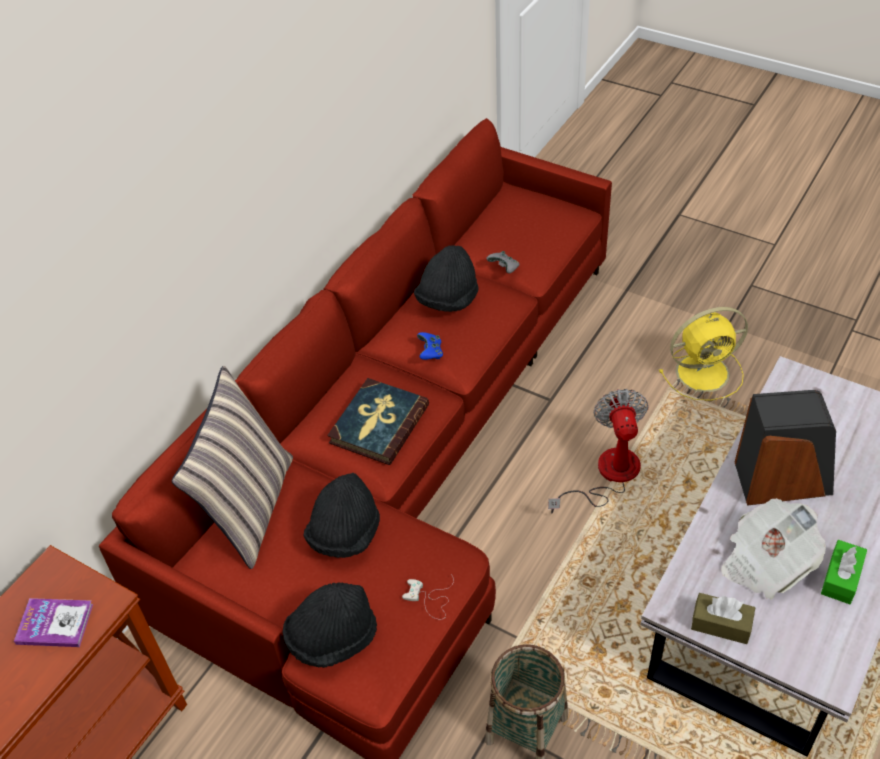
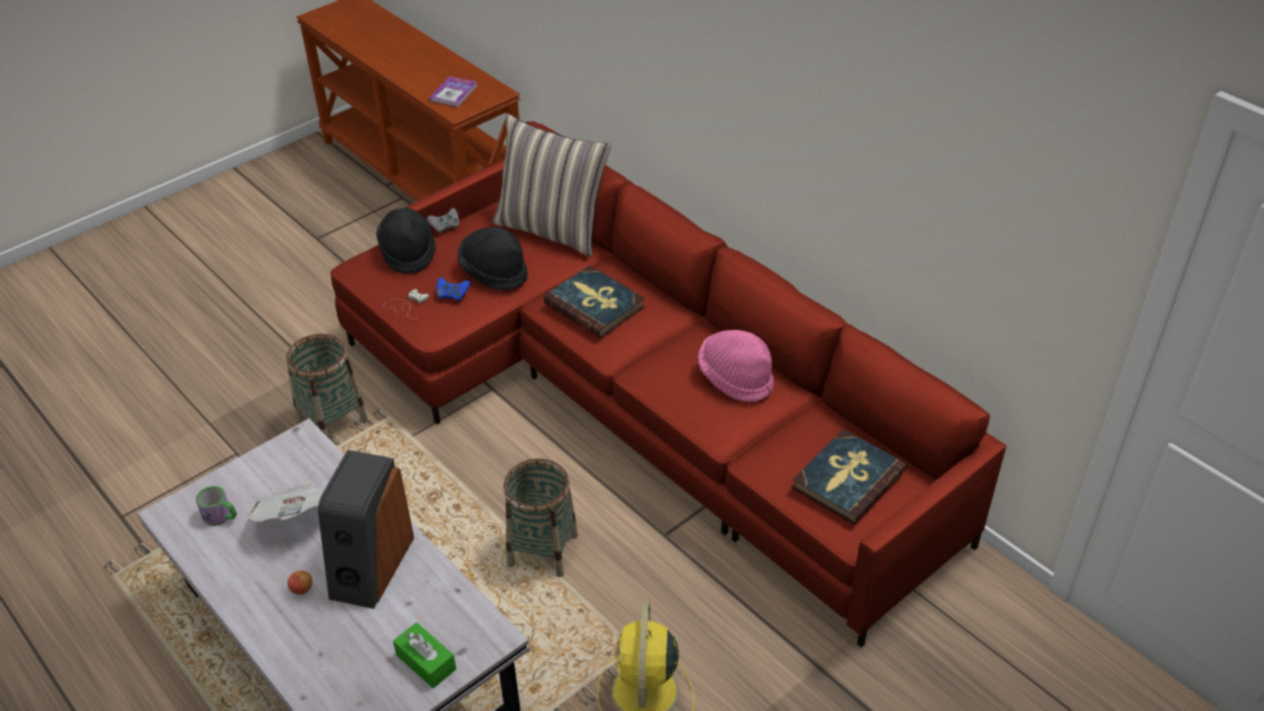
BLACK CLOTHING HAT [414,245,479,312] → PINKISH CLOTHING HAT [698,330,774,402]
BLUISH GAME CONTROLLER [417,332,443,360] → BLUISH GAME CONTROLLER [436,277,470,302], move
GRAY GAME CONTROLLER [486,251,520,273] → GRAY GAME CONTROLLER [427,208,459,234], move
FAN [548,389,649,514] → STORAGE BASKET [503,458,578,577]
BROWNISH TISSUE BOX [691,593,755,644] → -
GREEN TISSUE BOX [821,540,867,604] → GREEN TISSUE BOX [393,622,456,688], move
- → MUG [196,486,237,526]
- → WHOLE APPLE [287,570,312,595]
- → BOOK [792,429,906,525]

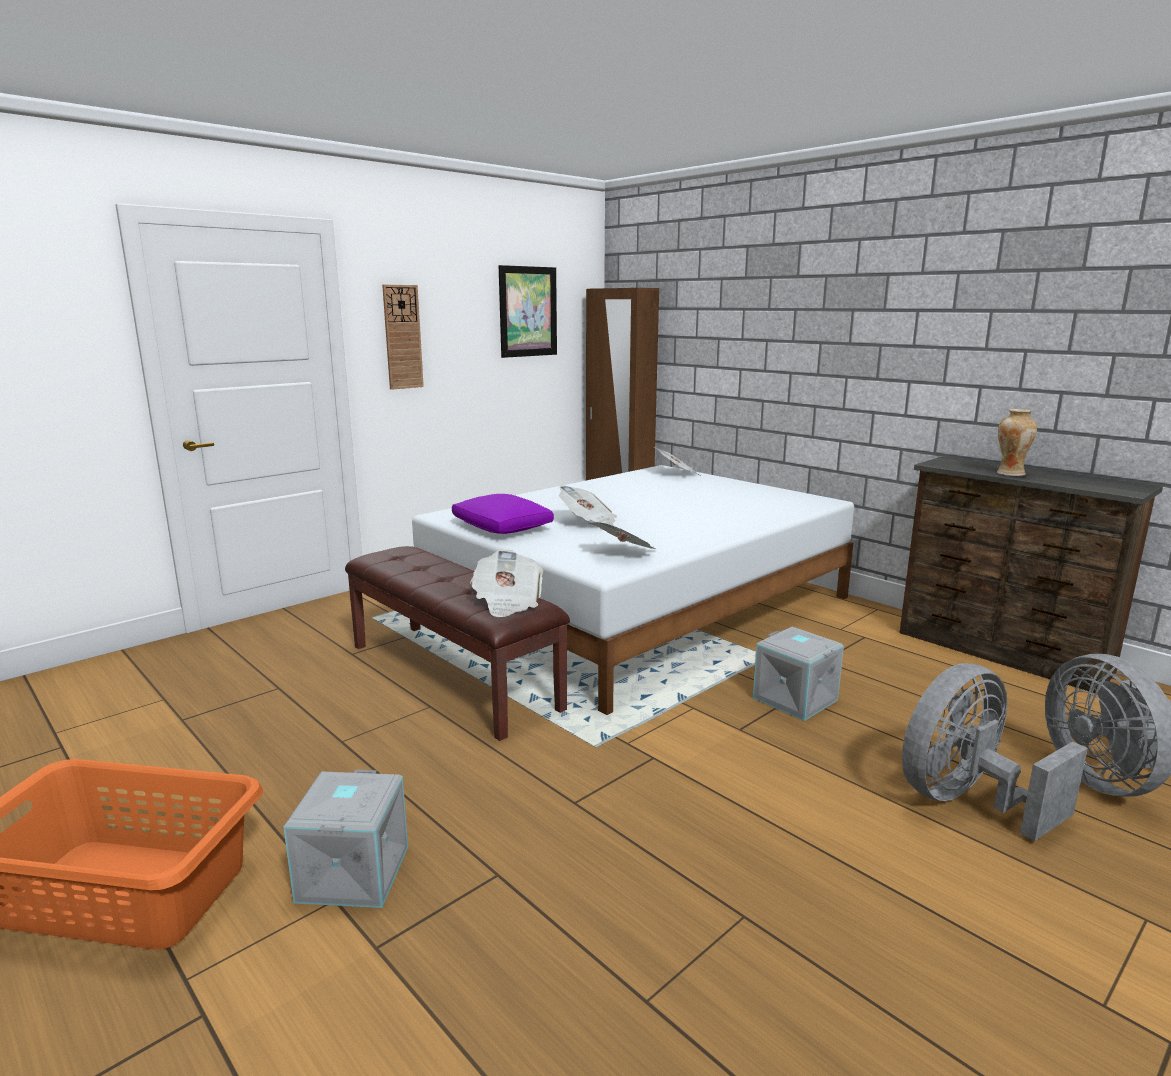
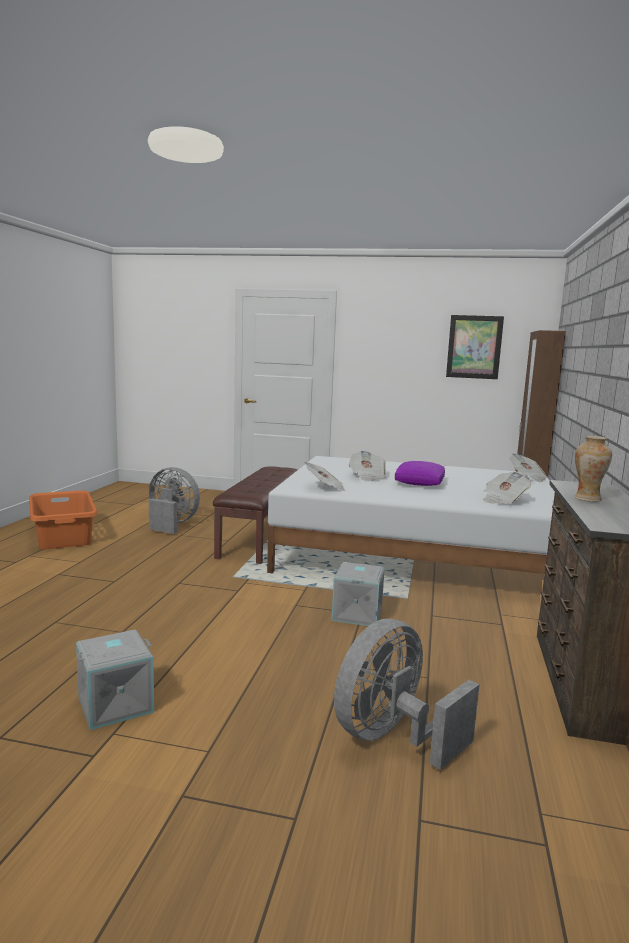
GRAY STORAGE BIN [283,769,408,908] → GRAY STORAGE BIN [76,629,154,730], move
WALL CLOCK [382,285,424,390] → -
PURPLE-COLOURED CUSHION [452,494,554,534] → PURPLE-COLOURED CUSHION [395,461,445,486], move
NEWSPAPER [470,550,543,617] → NEWSPAPER [483,472,531,504], move
GRAY FAN [902,663,1088,841] → GRAY FAN [149,467,200,534], move

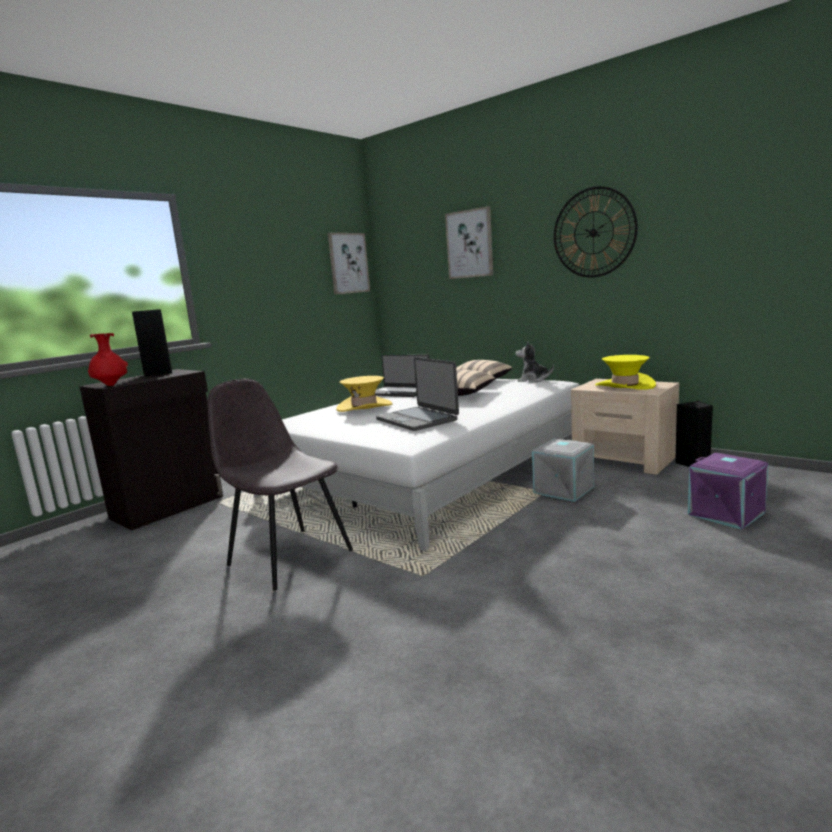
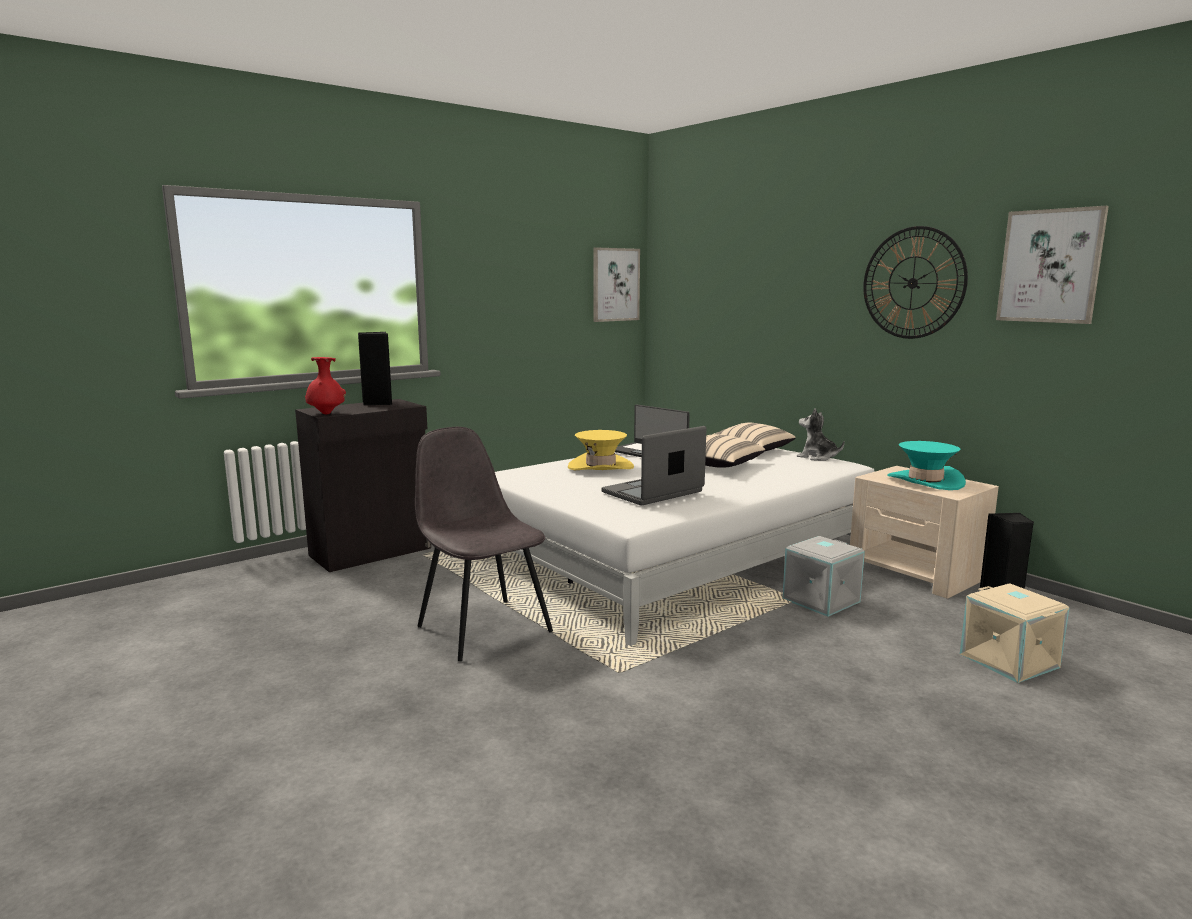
NOTEBOOK COMPUTER [376,357,459,431] → NOTEBOOK COMPUTER [601,426,706,505], 75 degrees clockwise
WALL PICTURE [445,206,493,279] → WALL PICTURE [996,206,1109,324], move
YELLOWISH CLOTHING HAT [595,355,656,390] → TURQUOISE CLOTHING HAT [887,441,966,490]
PURPLE-COLOURED STORAGE BIN [688,453,769,530] → BEIGE-COLOURED STORAGE BIN [960,583,1070,683]

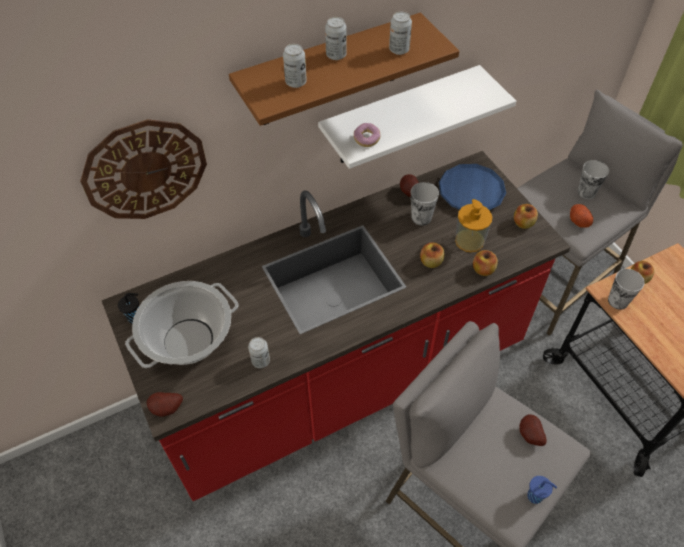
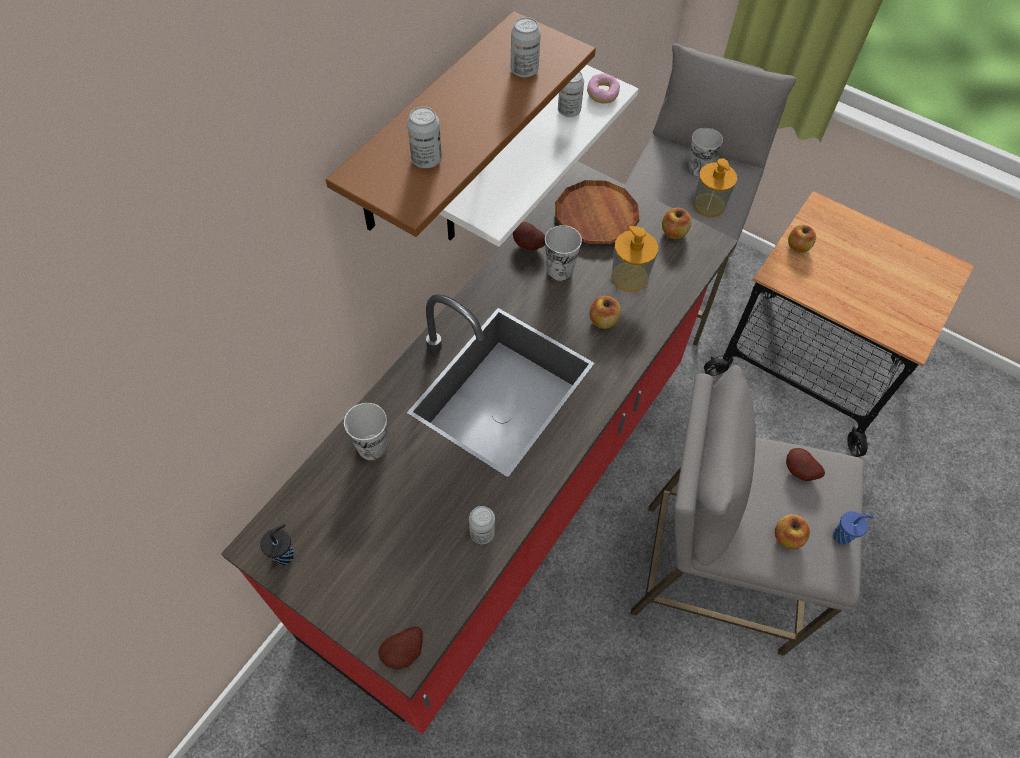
WALL CLOCK [80,119,207,219] → -
COOKING POT [125,281,239,368] → -
SEALED CAN [325,17,347,60] → SEALED CAN [558,72,584,117], move
DOUGHNUT [354,123,380,147] → DOUGHNUT [587,73,620,104], move
BLUISH FLAT DISH [439,164,506,210] → BROWNISH FLAT DISH [555,180,640,244]
WHOLE APPLE [473,250,498,276] → WHOLE APPLE [775,515,810,549], move
SPUD [570,204,593,228] → LIQUID SOAP BOTTLE [693,158,737,217]
DRINKING CUP [608,269,645,310] → DRINKING CUP [344,403,387,461], move

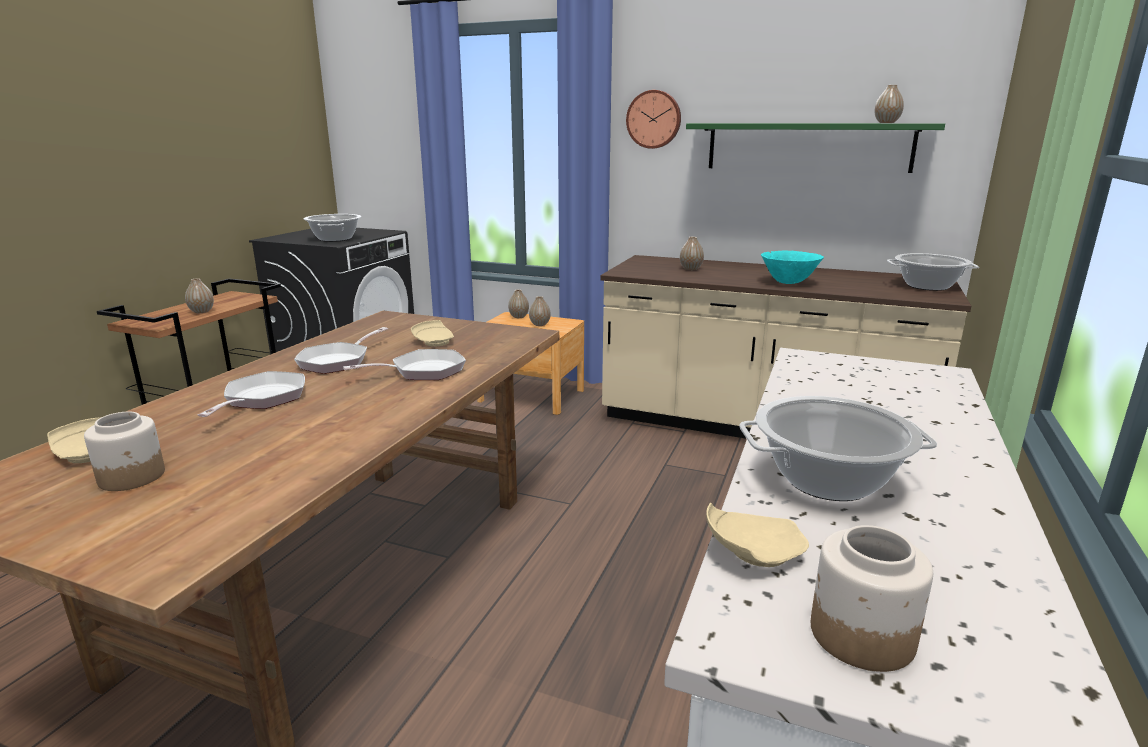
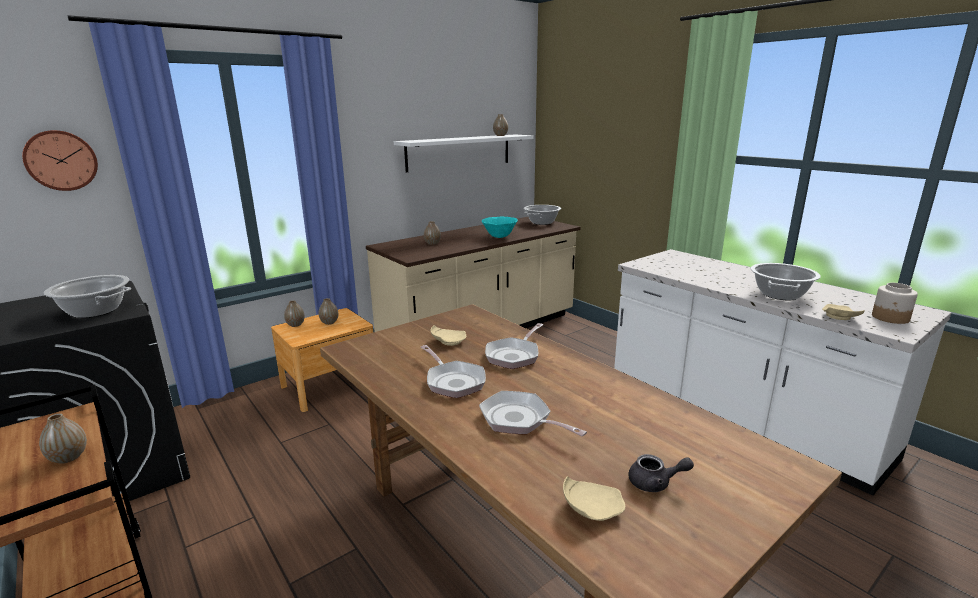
STORAGE JAR [84,411,165,491] → GRAY TEA POT [629,454,694,492]
PAN [343,349,466,380] → PAN [485,323,543,369], 150 degrees counterclockwise
WALL CLOCK [626,90,681,149] → WALL CLOCK [22,130,98,191], move
GREEN WALL SHELF [686,123,945,173] → WHITE WALL SHELF [394,134,533,172]

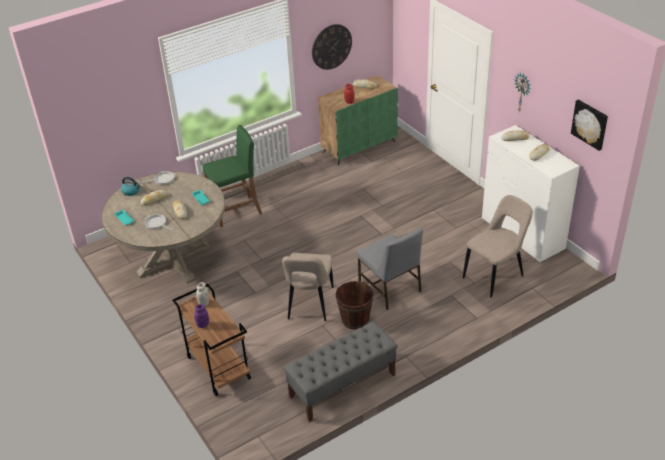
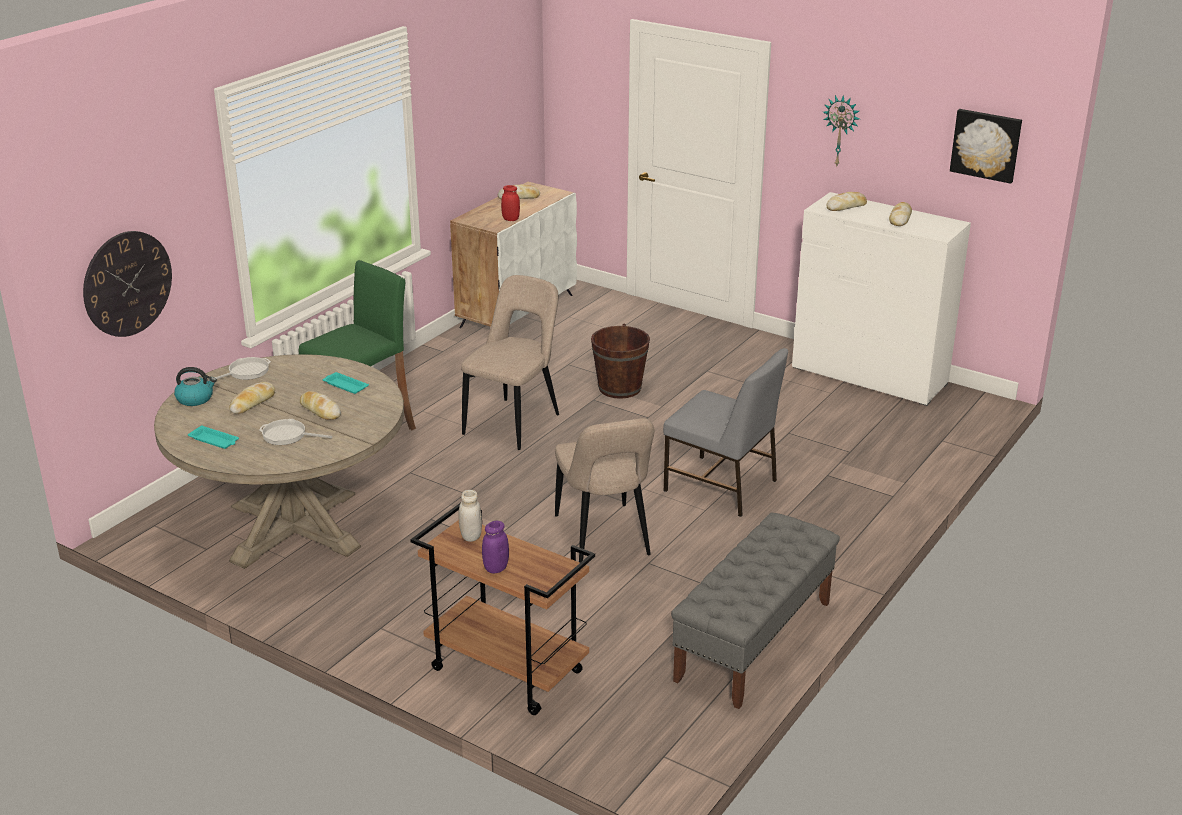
WALL CLOCK [312,24,352,70] → WALL CLOCK [83,231,172,337], move
GREEN CUPBOARD [318,75,398,165] → WHITE CUPBOARD [450,182,577,328]
BROWNISH BUCKET [336,281,374,330] → BROWNISH BUCKET [591,324,650,399], move
BEIGE-COLOURED UPRIGHT CHAIR [463,195,533,298] → BEIGE-COLOURED UPRIGHT CHAIR [461,275,559,450], move

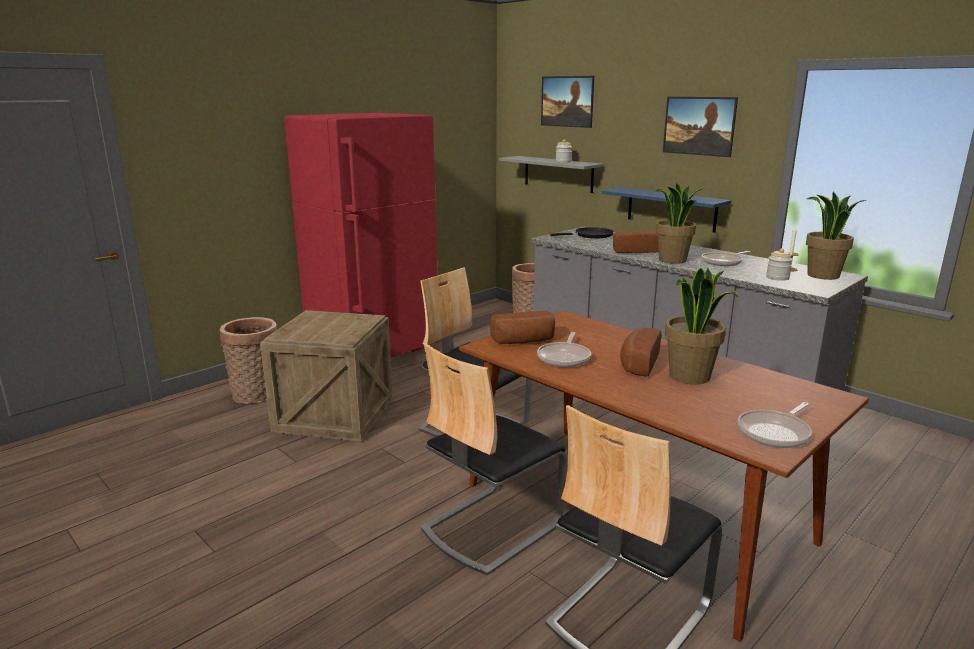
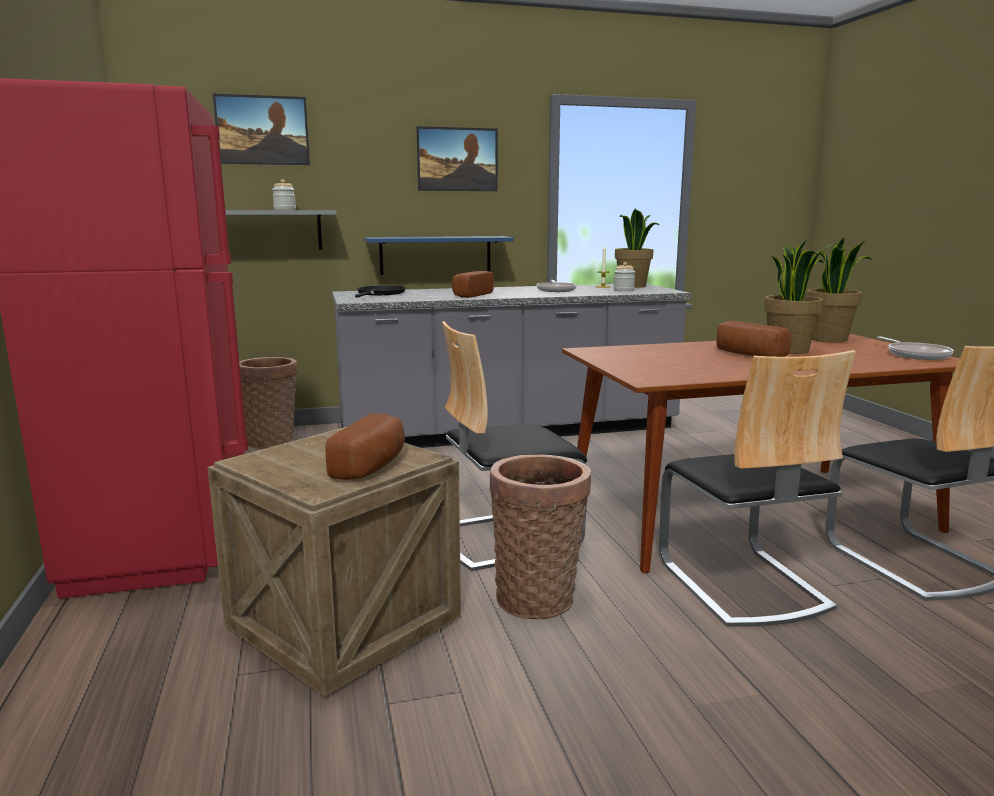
STORAGE BASKET [220,317,277,404] → STORAGE BASKET [490,455,591,620], move
BAKERY BREAD [490,311,555,344] → BAKERY BREAD [325,414,405,480], move
PAN [537,332,591,367] → -
PLANT IN A POT [655,183,702,264] → PLANT IN A POT [806,238,872,343], move

